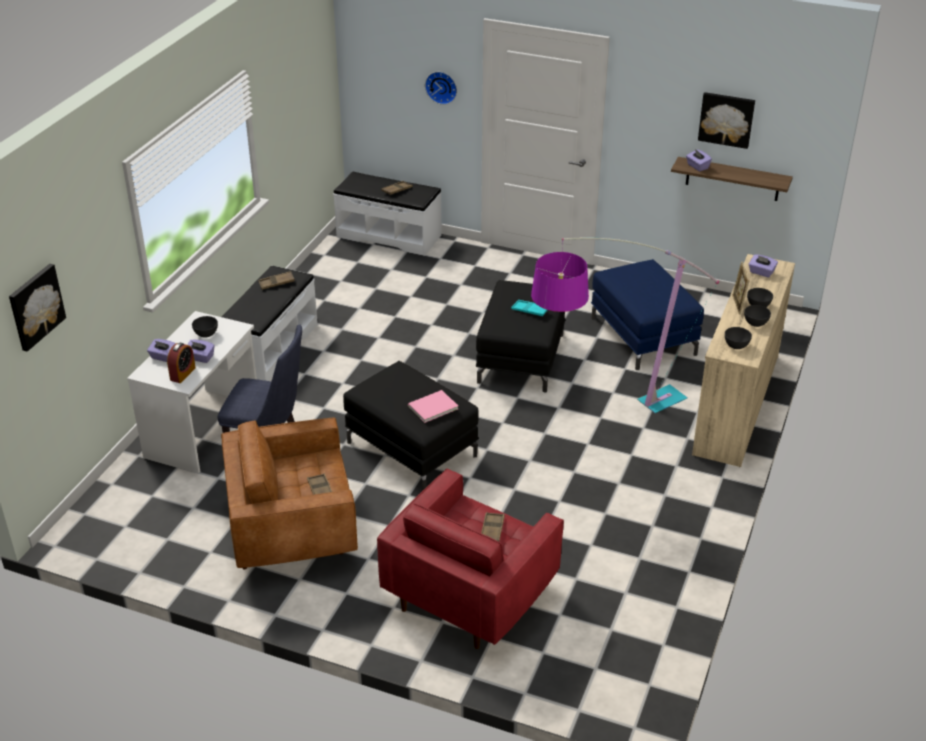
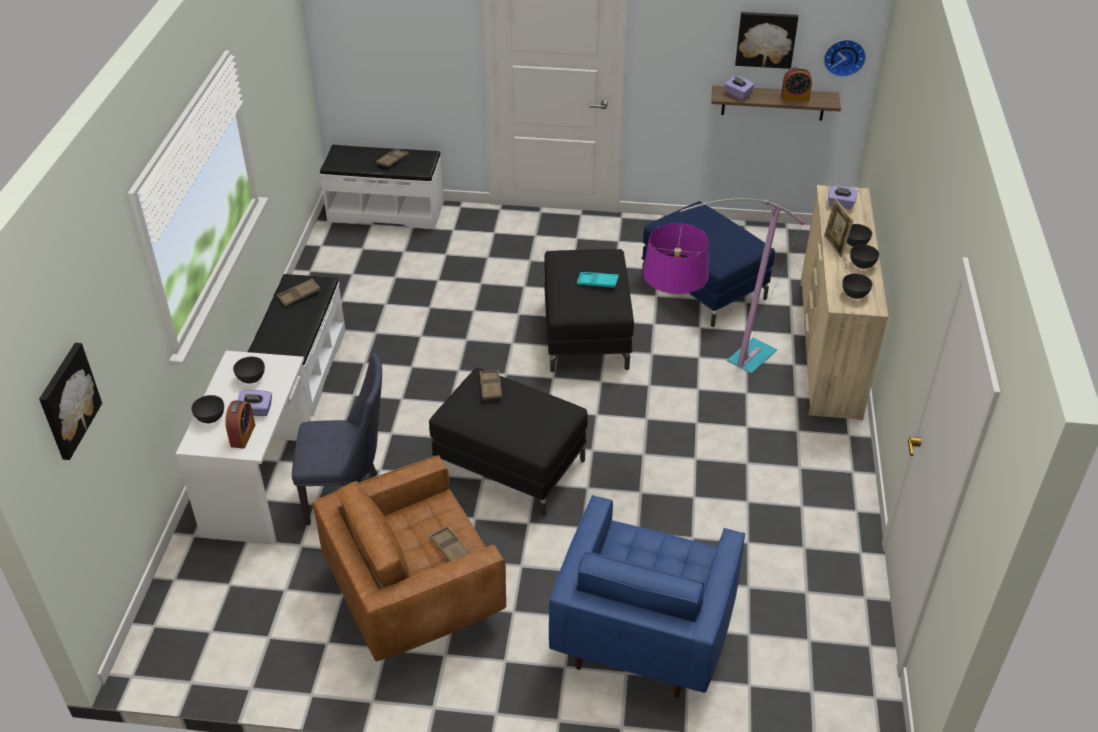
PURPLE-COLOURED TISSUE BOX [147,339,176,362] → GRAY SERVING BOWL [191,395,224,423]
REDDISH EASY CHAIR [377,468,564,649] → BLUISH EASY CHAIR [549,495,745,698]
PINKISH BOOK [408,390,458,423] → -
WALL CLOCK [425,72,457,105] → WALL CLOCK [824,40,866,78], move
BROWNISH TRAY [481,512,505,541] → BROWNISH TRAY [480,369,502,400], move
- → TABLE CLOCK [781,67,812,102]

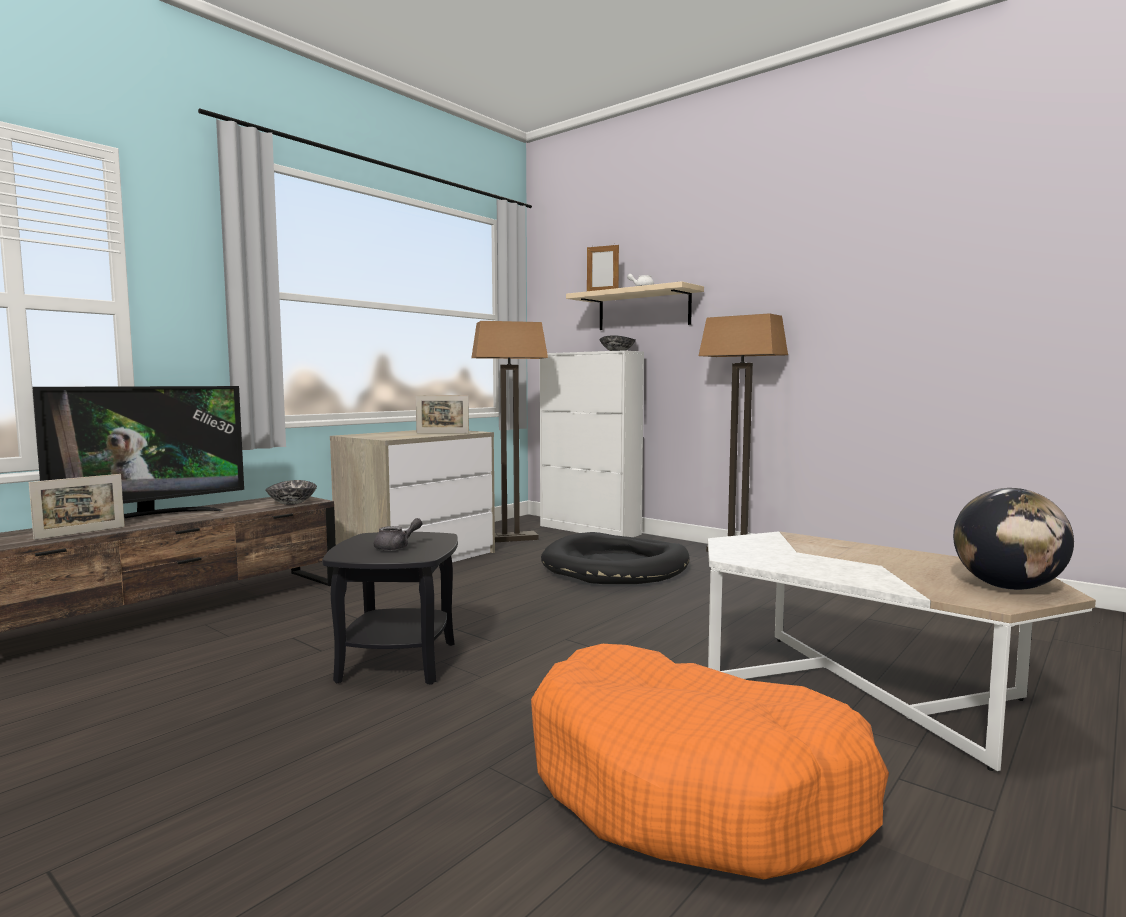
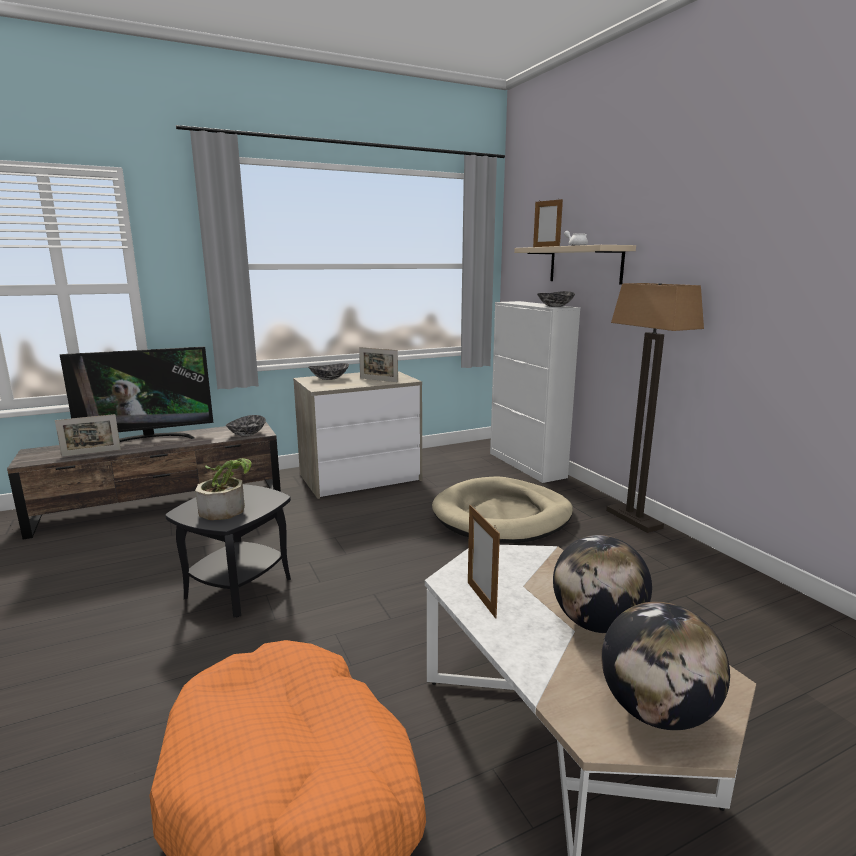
GRAY TEA POT [374,518,423,551] → PLANT IN A POT [195,458,252,520]
STANDING LAMP [471,321,548,542] → -
BLACK PET BED [541,532,690,584] → BEIGE-COLOURED PET BED [432,476,573,543]
- → SERVING BOWL [308,363,349,380]
- → PHOTO FRAME [468,505,500,619]
- → WORLD GLOBE [553,535,652,633]

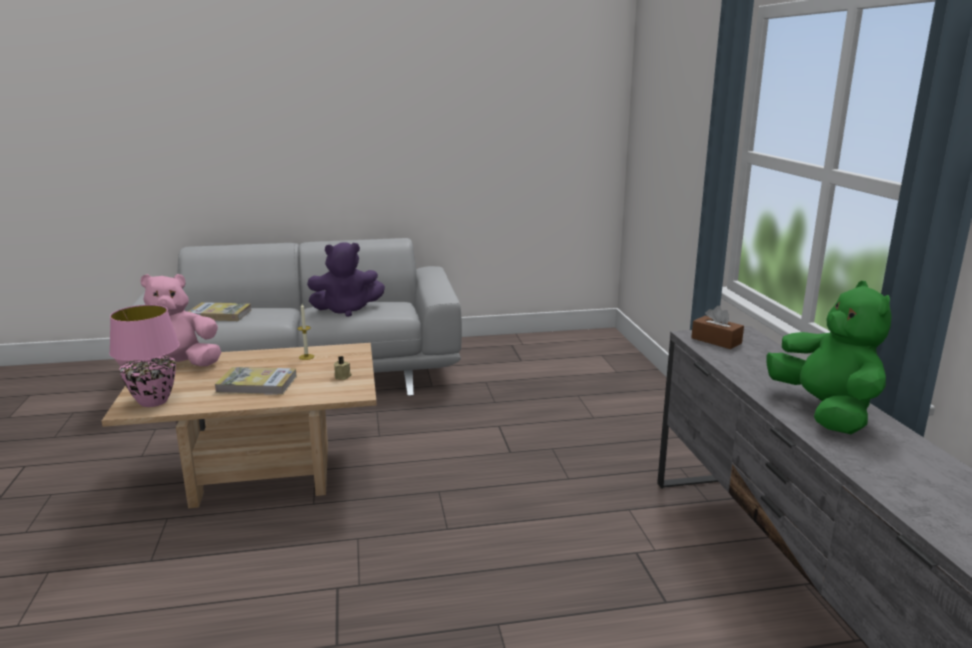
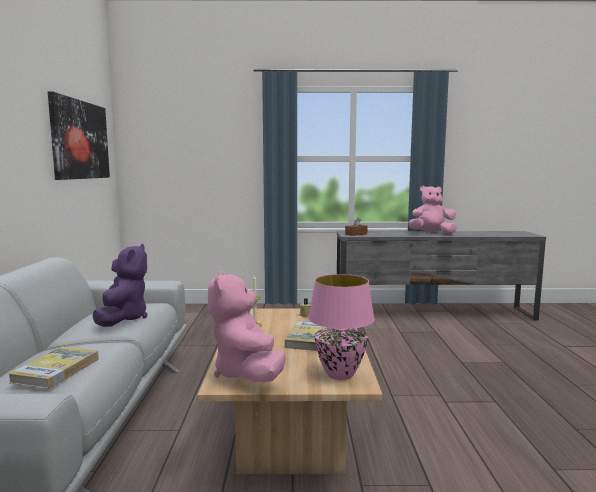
GREEN SOFT TOY [766,281,892,434] → PINKISH SOFT TOY [408,185,457,234]
- → WALL PICTURE [48,91,110,180]

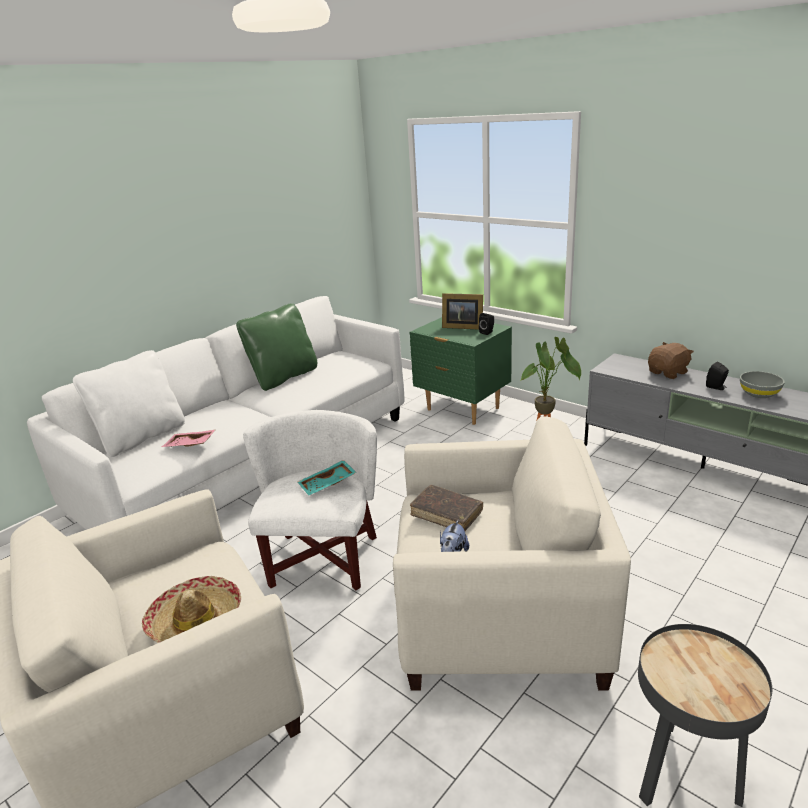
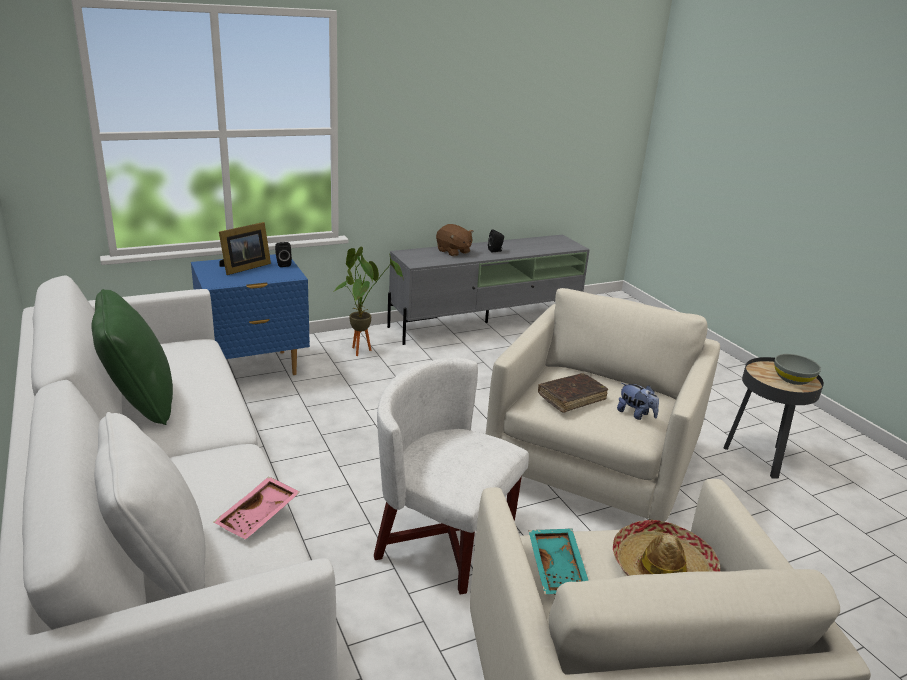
TURQUOISE TRAY [298,460,357,495] → TURQUOISE TRAY [528,529,589,595], move
GREEN NIGHT TABLE [410,317,512,425] → BLUISH NIGHT TABLE [191,254,310,375]
BROWNISH SOFT TOY [648,342,694,379] → BROWNISH SOFT TOY [436,224,474,257], 150 degrees clockwise
GRAY SERVING BOWL [740,371,785,398] → GRAY SERVING BOWL [774,354,821,385], move

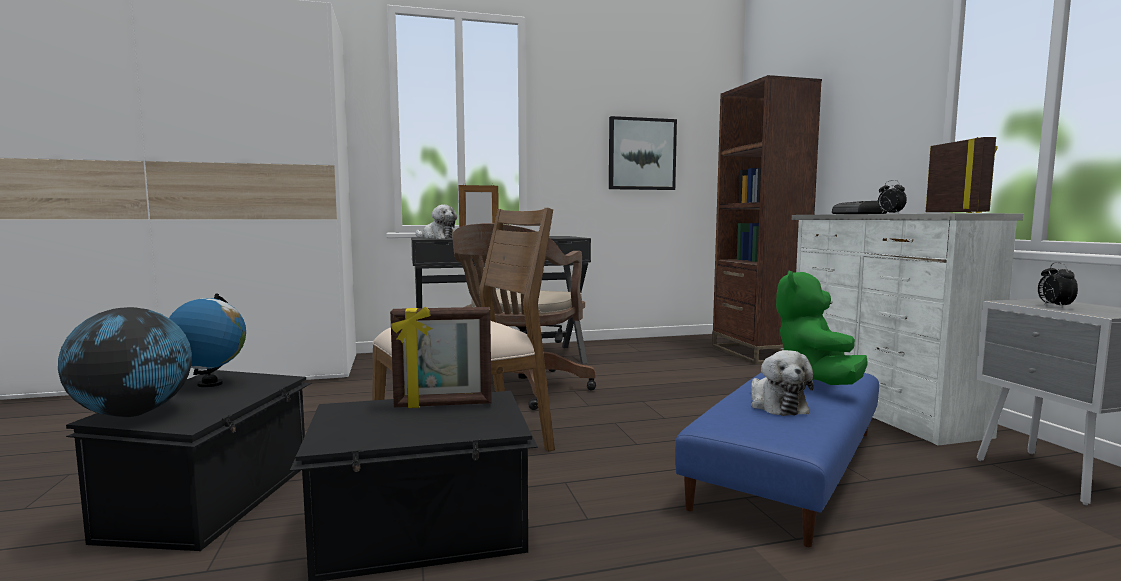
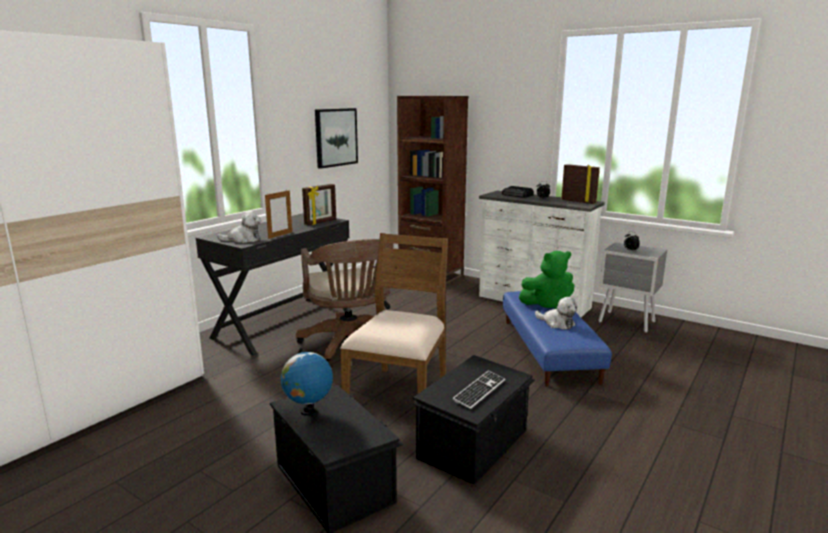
WORLD GLOBE [58,307,192,417] → -
PHOTO FRAME [390,306,492,408] → PHOTO FRAME [302,184,336,225], move
GREEN SOFT TOY [776,271,868,385] → GREEN SOFT TOY [519,251,574,309], 75 degrees counterclockwise
- → PC KEYBOARD [453,371,505,409]

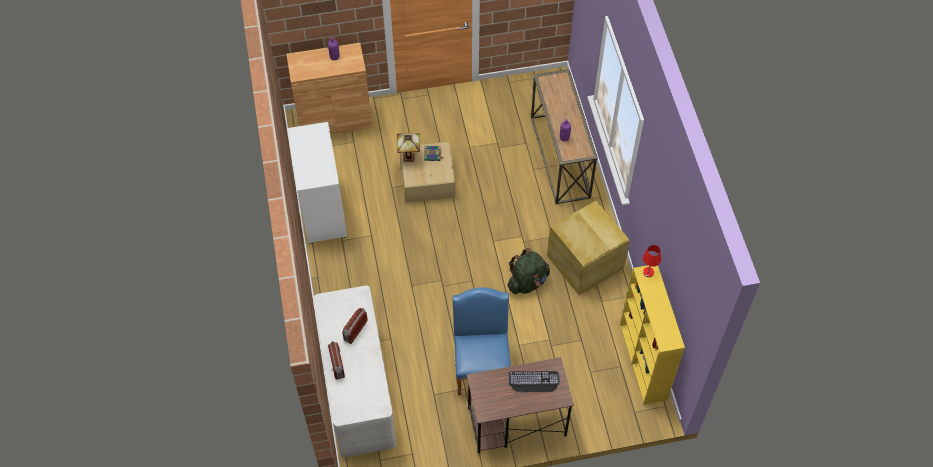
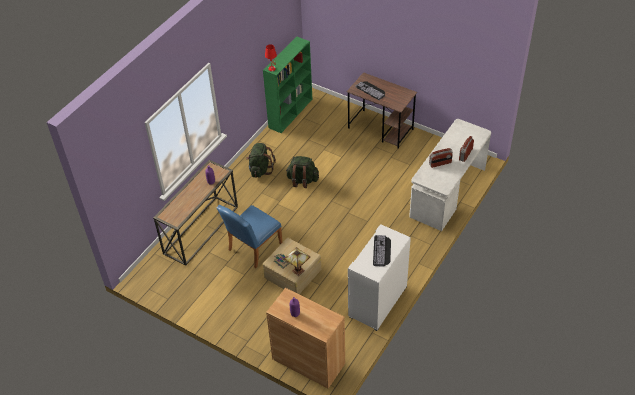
BLUISH UPRIGHT CHAIR [453,287,511,395] → BLUISH UPRIGHT CHAIR [216,205,282,268], move
BEIGE-COLOURED STORAGE BIN [547,201,630,295] → GREEN BACKPACK [246,143,276,178]
YELLOWISH BOOKCASE [620,265,685,405] → GREEN BOOKCASE [263,36,312,133]
- → PC KEYBOARD [373,235,391,267]

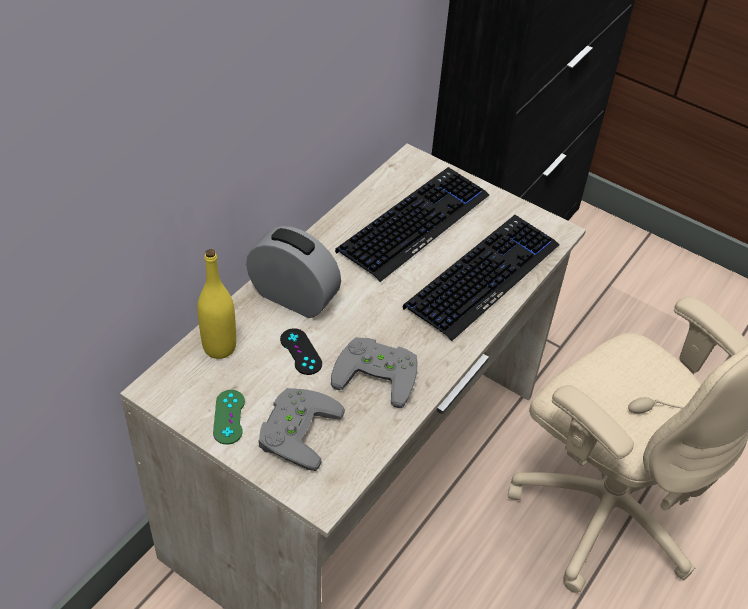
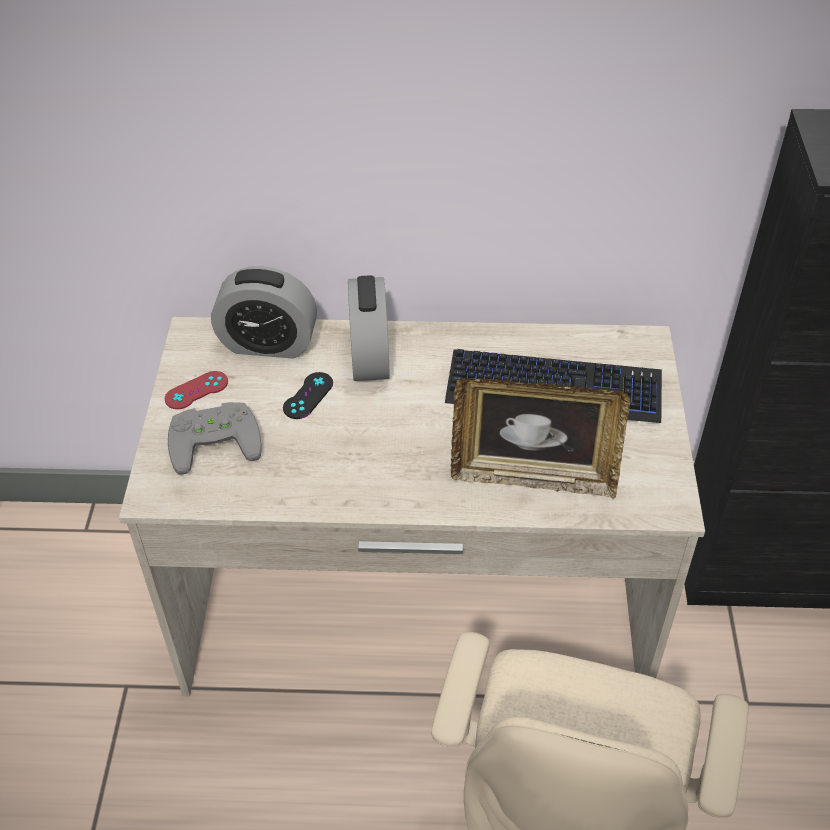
YELLOWISH BEVERAGE BOTTLE [198,249,236,359] → TABLE CLOCK [211,266,317,359]
GREEN GAME CONTROLLER [213,390,245,445] → REDDISH GAME CONTROLLER [165,371,228,409]
GRAY GAME CONTROLLER [331,338,417,408] → -
PC KEYBOARD [403,215,559,341] → PHOTO FRAME [451,378,630,499]

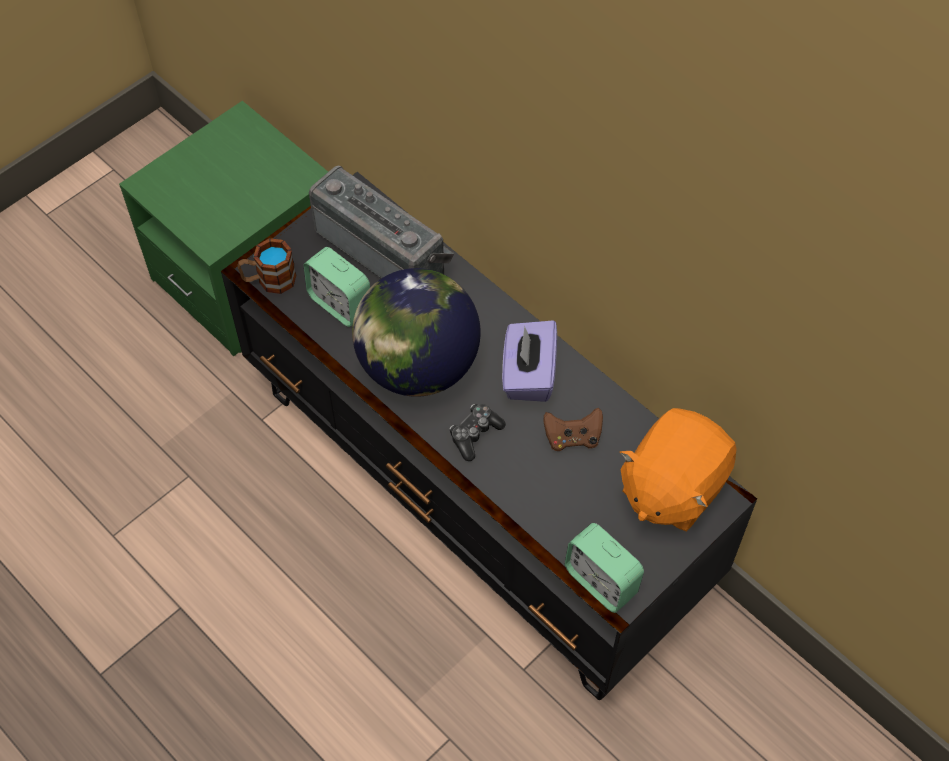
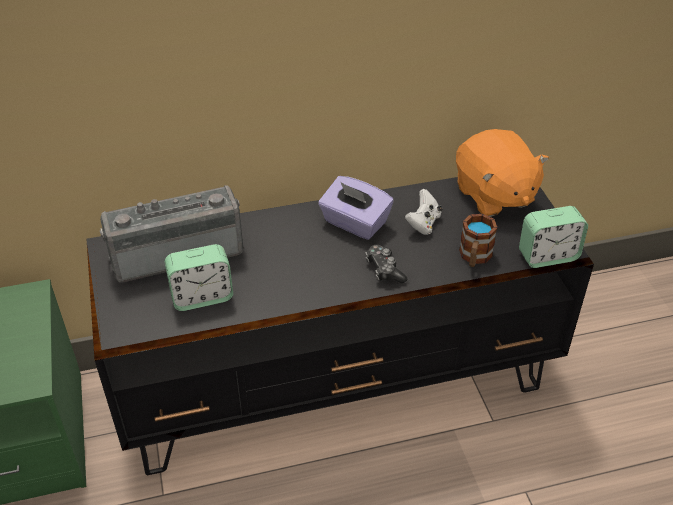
MUG [237,238,297,294] → MUG [459,214,498,267], move
WORLD GLOBE [352,268,481,397] → -
BROWNISH GAME CONTROLLER [543,407,603,451] → WHITE GAME CONTROLLER [405,189,443,235]

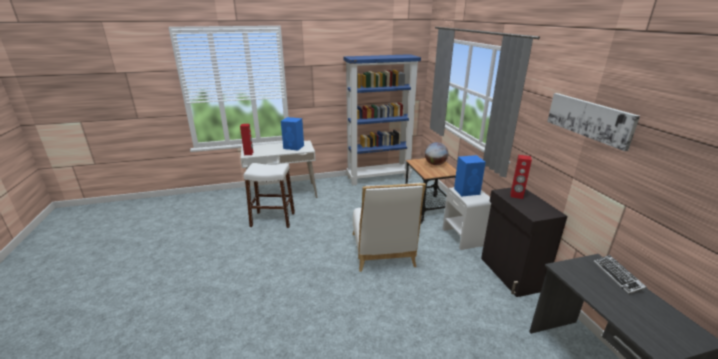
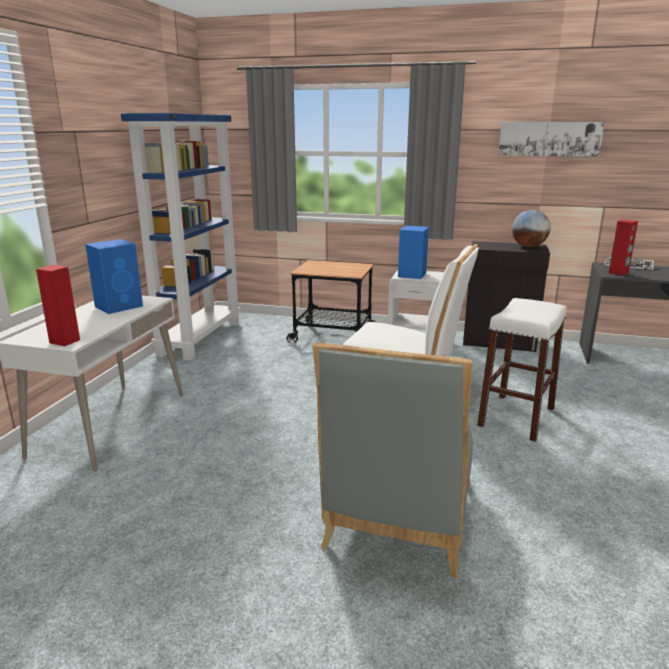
WHITE STOOL [244,163,295,228] → WHITE STOOL [477,298,566,442], move
WORLD GLOBE [425,142,448,165] → WORLD GLOBE [512,210,551,247], move
REDDISH LOUDSPEAKER [511,155,532,199] → REDDISH LOUDSPEAKER [609,220,638,276], move
- → GRAY UPRIGHT CHAIR [312,342,473,578]

